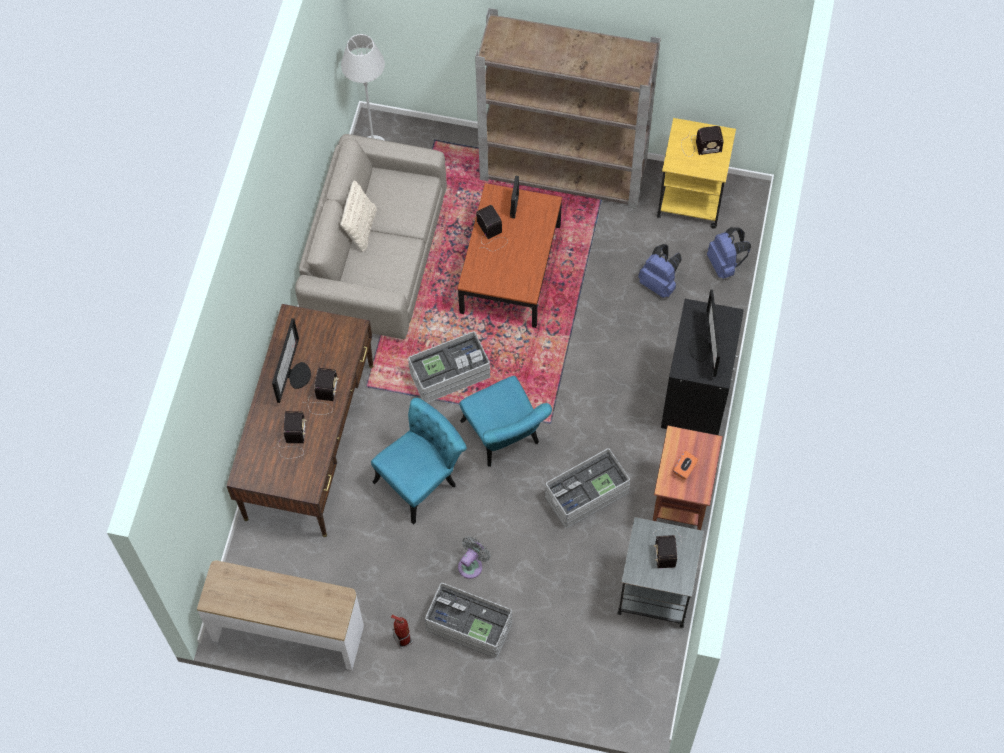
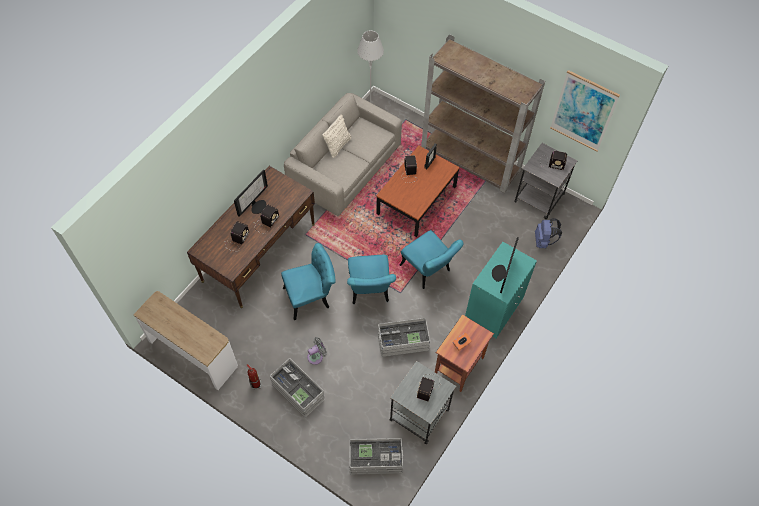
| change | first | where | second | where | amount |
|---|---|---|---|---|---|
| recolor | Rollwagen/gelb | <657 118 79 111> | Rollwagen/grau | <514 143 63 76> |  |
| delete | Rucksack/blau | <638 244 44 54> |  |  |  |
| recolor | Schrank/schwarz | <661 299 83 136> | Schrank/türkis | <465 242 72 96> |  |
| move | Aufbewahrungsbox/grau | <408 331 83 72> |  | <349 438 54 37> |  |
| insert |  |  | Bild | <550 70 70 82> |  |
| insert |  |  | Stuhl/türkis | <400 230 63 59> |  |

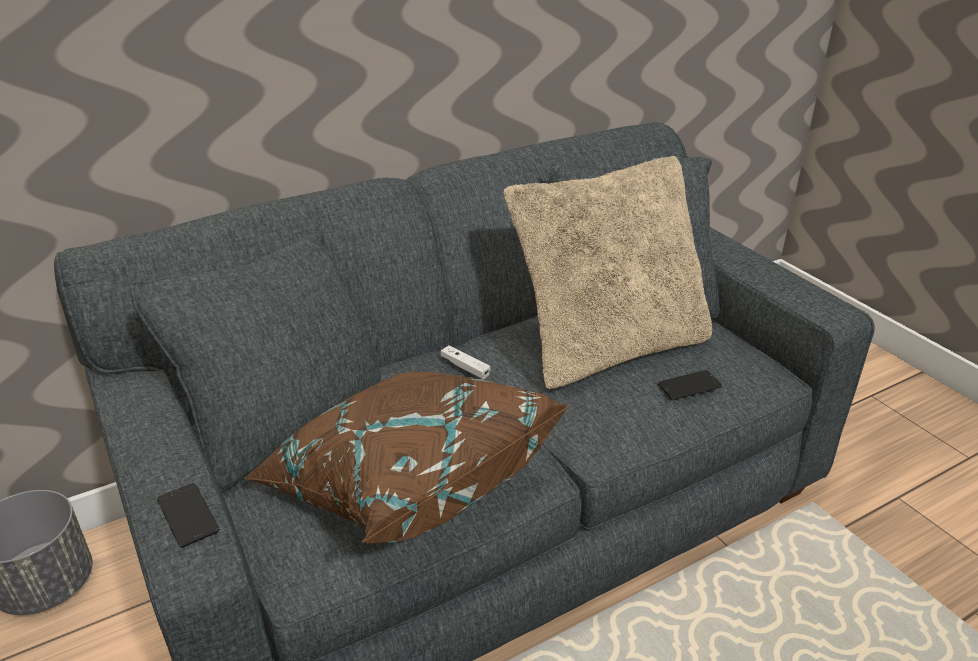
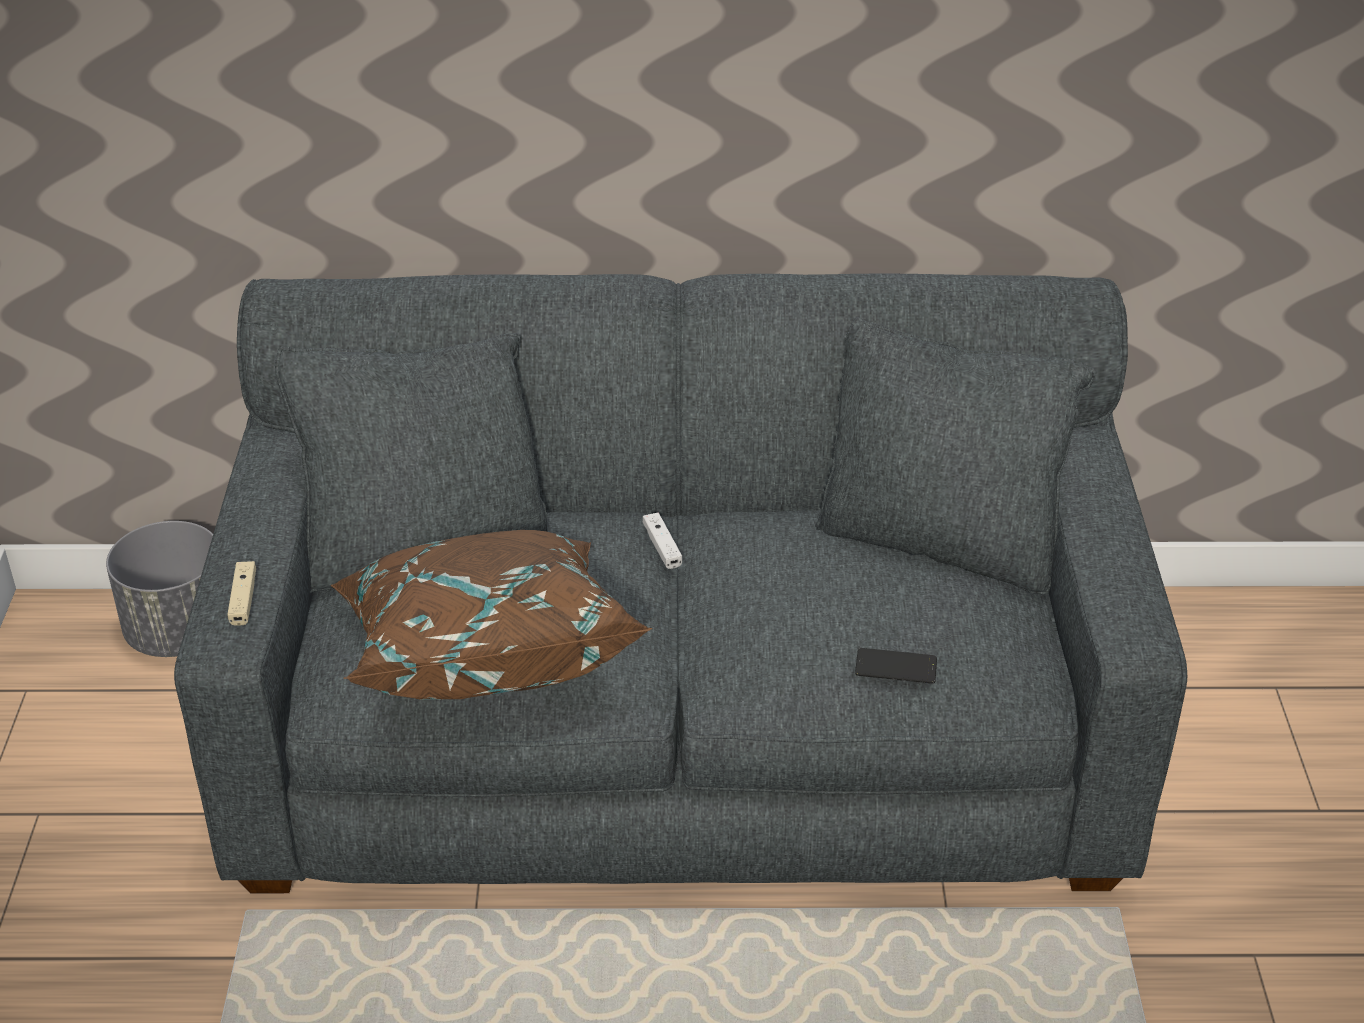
| change | first | where | second | where | amount |
|---|---|---|---|---|---|
| delete | Kissen/beige | <503 156 209 233> |  |  |  |
| replace | Handy | <157 483 62 65> | Gamepad/beige | <227 561 29 65> |  |

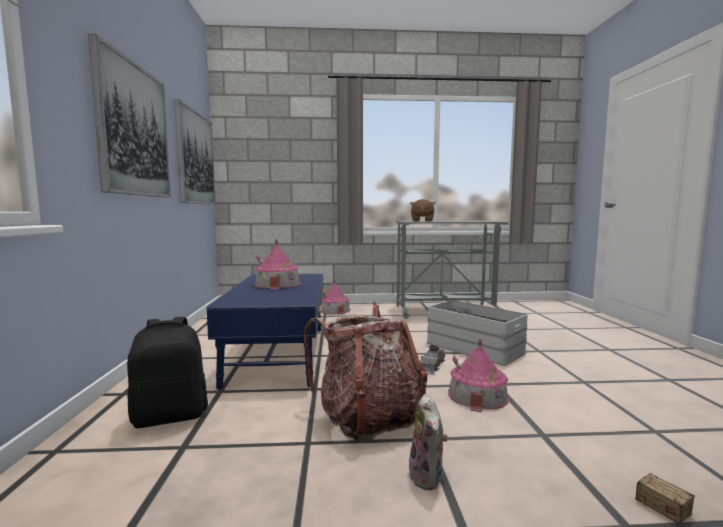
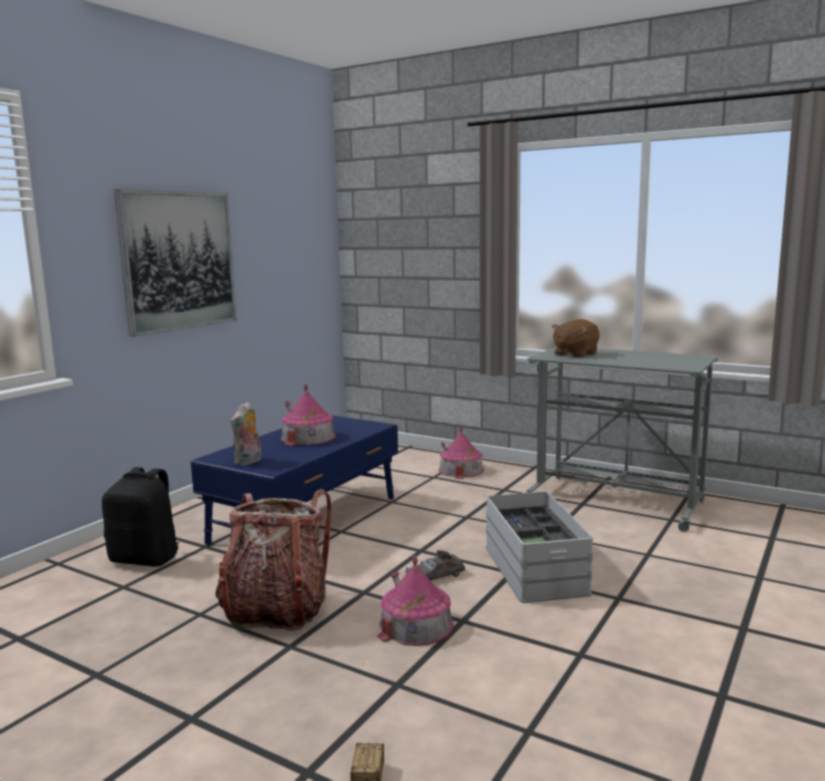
| change | first | where | second | where | amount |
|---|---|---|---|---|---|
| delete | Bild | <174 99 42 106> |  |  |  |
| move | Plüschtier | <409 393 39 97> |  | <231 402 31 64> |  |

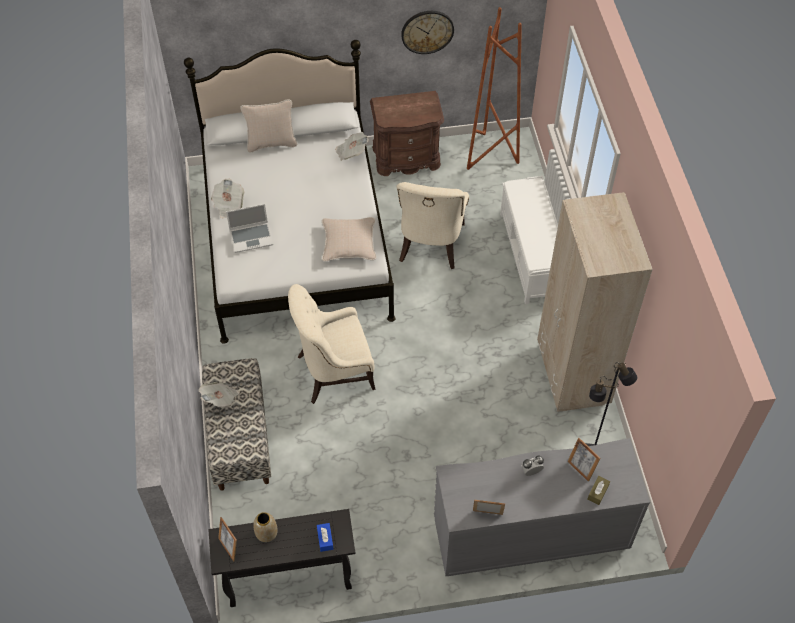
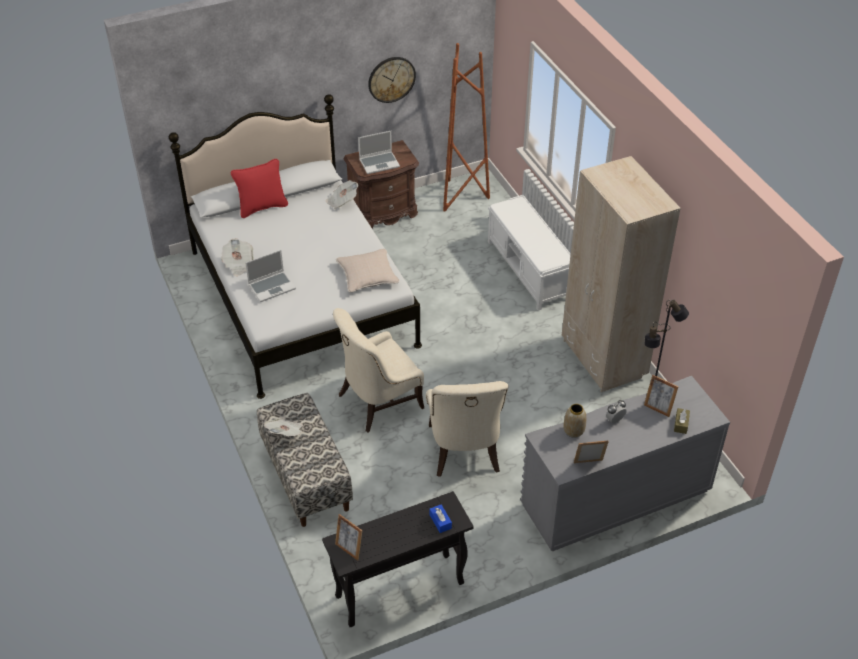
| change | first | where | second | where | amount |
|---|---|---|---|---|---|
| recolor | Kissen/beige | <240 99 57 54> | Kissen/rot | <231 159 57 59> |  |
| move | Sessel/beige | <396 182 73 87> |  | <426 381 83 96> |  |
| move | Vase | <253 512 25 30> |  | <563 404 23 34> |  |
| insert |  |  | Laptop | <358 131 42 43> |  |

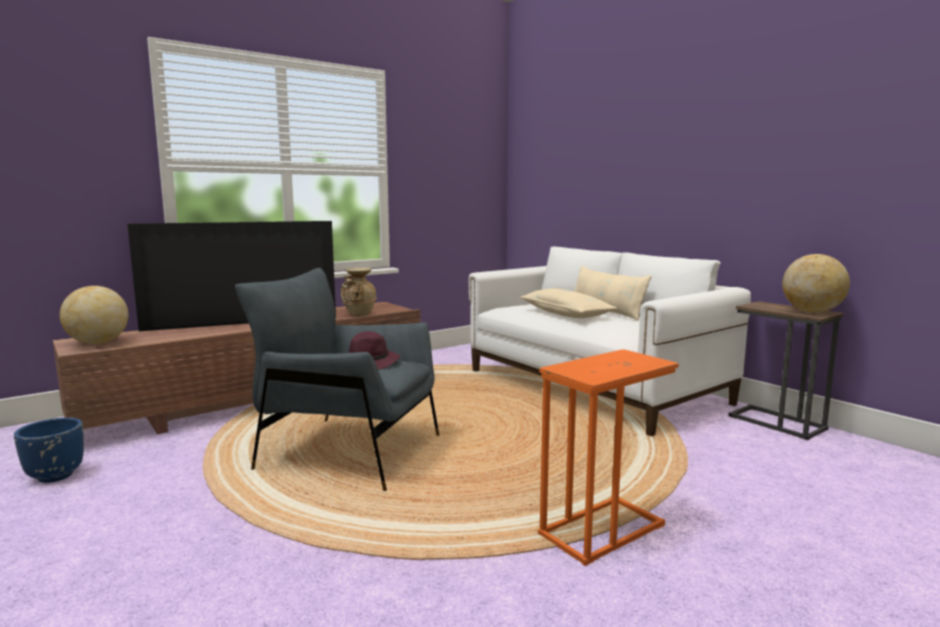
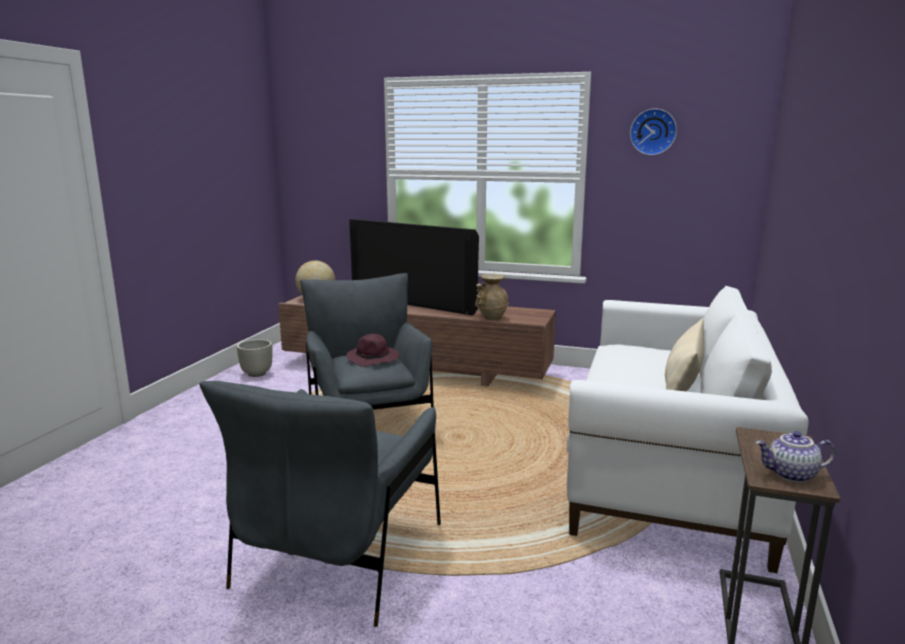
| change | first | where | second | where | amount |
|---|---|---|---|---|---|
| replace | Globus | <782 254 68 59> | Teekanne | <755 431 81 52> |  |
| delete | Kissen/beige | <520 288 97 30> |  |  |  |
| replace | Beistelltisch/orange | <538 349 141 217> | Sessel/grau | <199 381 242 246> |  |
| recolor | Pflanzkübel/blau | <14 418 70 65> | Pflanzkübel/grau | <237 339 35 38> |  |
| insert |  |  | Wanduhr | <630 109 47 46> |  |

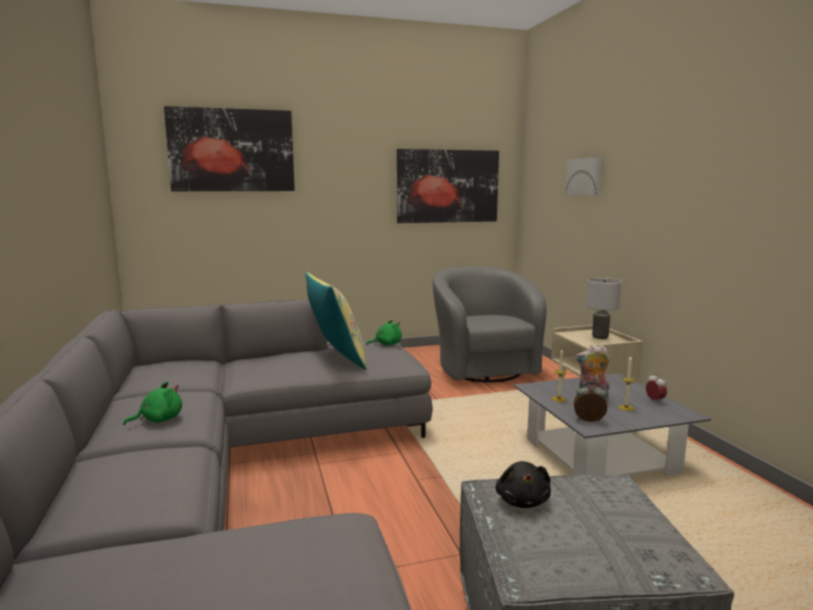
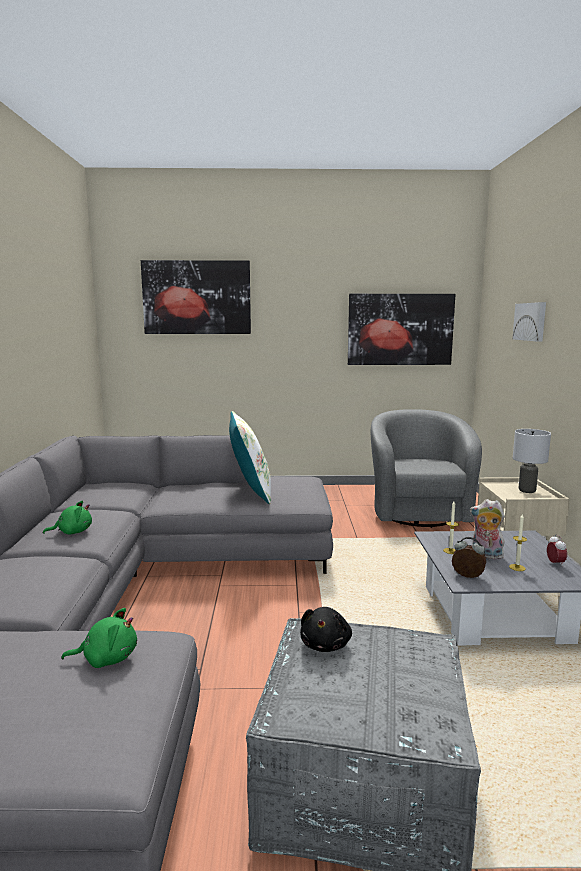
| change | first | where | second | where | amount |
|---|---|---|---|---|---|
| recolor | Kissen/gelb | <306 272 61 98> | Kissen/weiß | <229 411 42 93> |  |
| move | Plüschtier/grün | <366 320 36 26> |  | <61 608 76 60> |  |

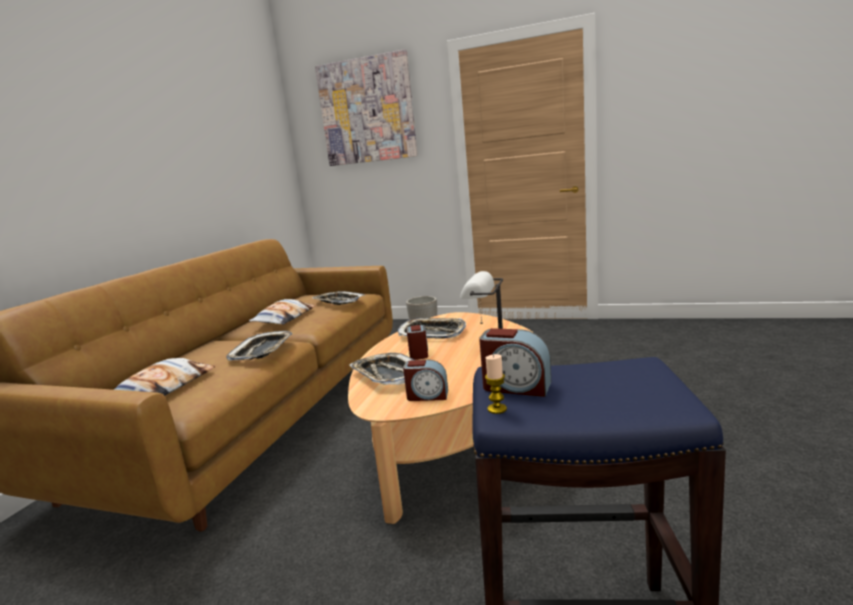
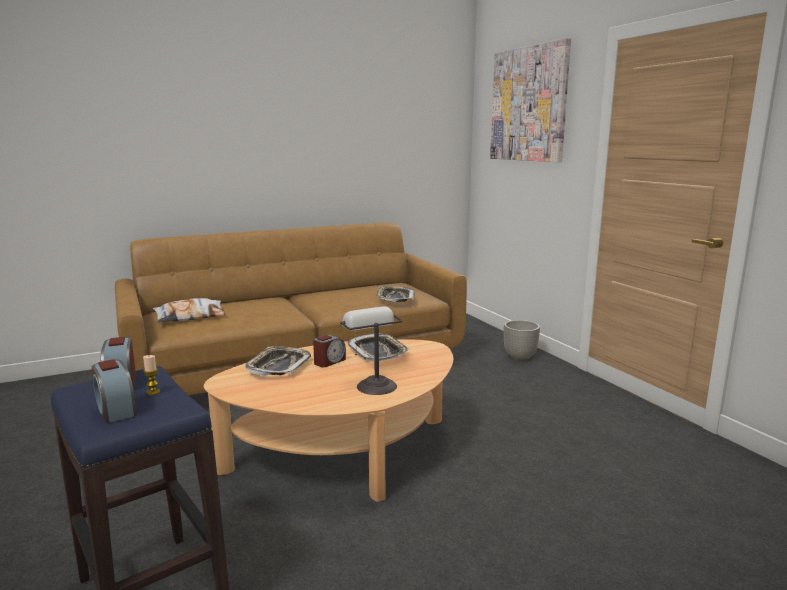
| change | first | where | second | where | amount |
|---|---|---|---|---|---|
| delete | Kissen | <249 299 67 26> |  |  |  |
| delete | Tablett | <227 331 65 30> |  |  |  |
| move | Kerze | <485 354 22 60> |  | <143 355 17 40> |  |
| move | Wecker | <403 360 45 41> |  | <92 359 45 64> |  |

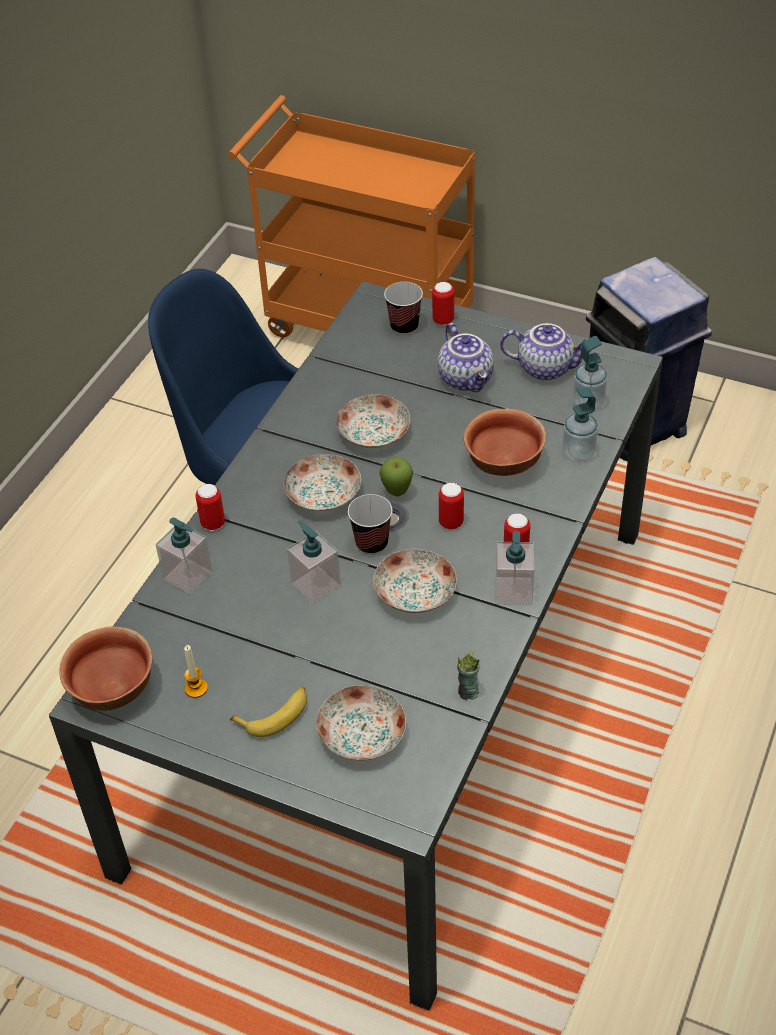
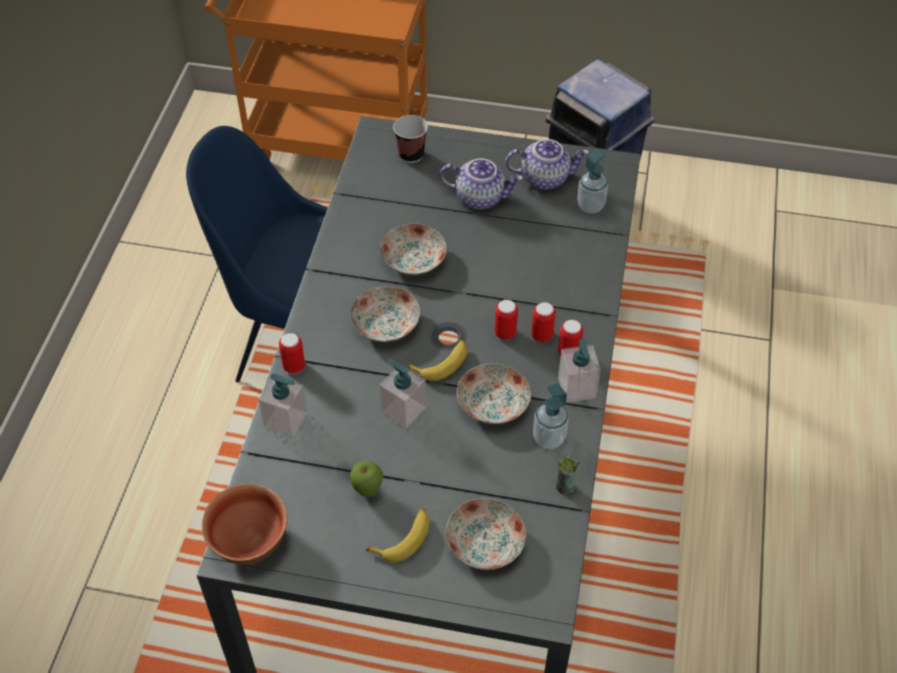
| change | first | where | second | where | amount |
|---|---|---|---|---|---|
| move | Dose | <432 282 22 43> |  | <531 302 25 40> |  |
| rotate | Teekanne | <438 323 56 69> |  | <440 158 83 51> | 45 degrees counterclockwise |
| move | Seifenspender | <562 388 36 75> |  | <533 384 35 65> |  |
| delete | Schüssel | <464 409 82 67> |  |  |  |
| move | Apfel | <379 458 34 39> |  | <349 461 34 36> |  |
| replace | Tasse | <348 494 44 61> | Banane | <407 340 60 41> |  |
| delete | Kerze | <184 645 24 53> |  |  |  |

